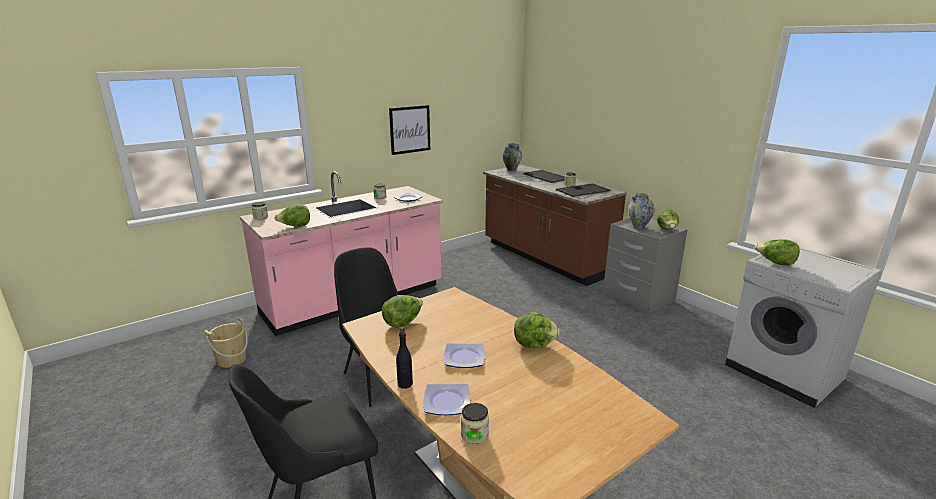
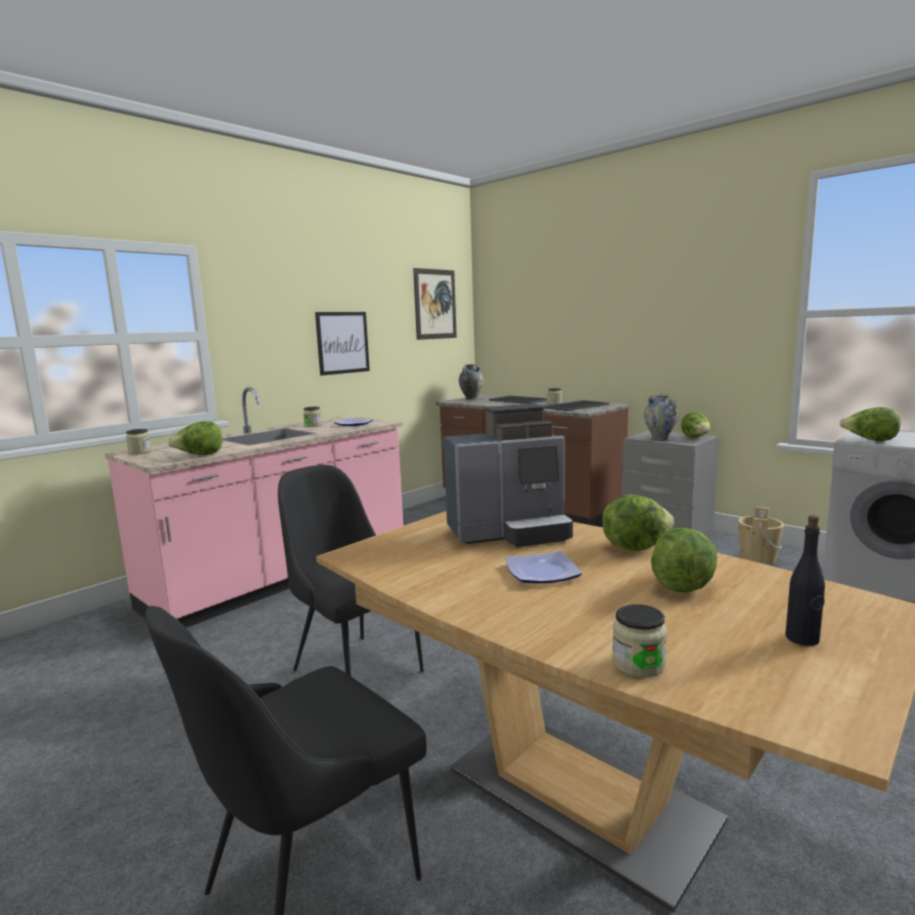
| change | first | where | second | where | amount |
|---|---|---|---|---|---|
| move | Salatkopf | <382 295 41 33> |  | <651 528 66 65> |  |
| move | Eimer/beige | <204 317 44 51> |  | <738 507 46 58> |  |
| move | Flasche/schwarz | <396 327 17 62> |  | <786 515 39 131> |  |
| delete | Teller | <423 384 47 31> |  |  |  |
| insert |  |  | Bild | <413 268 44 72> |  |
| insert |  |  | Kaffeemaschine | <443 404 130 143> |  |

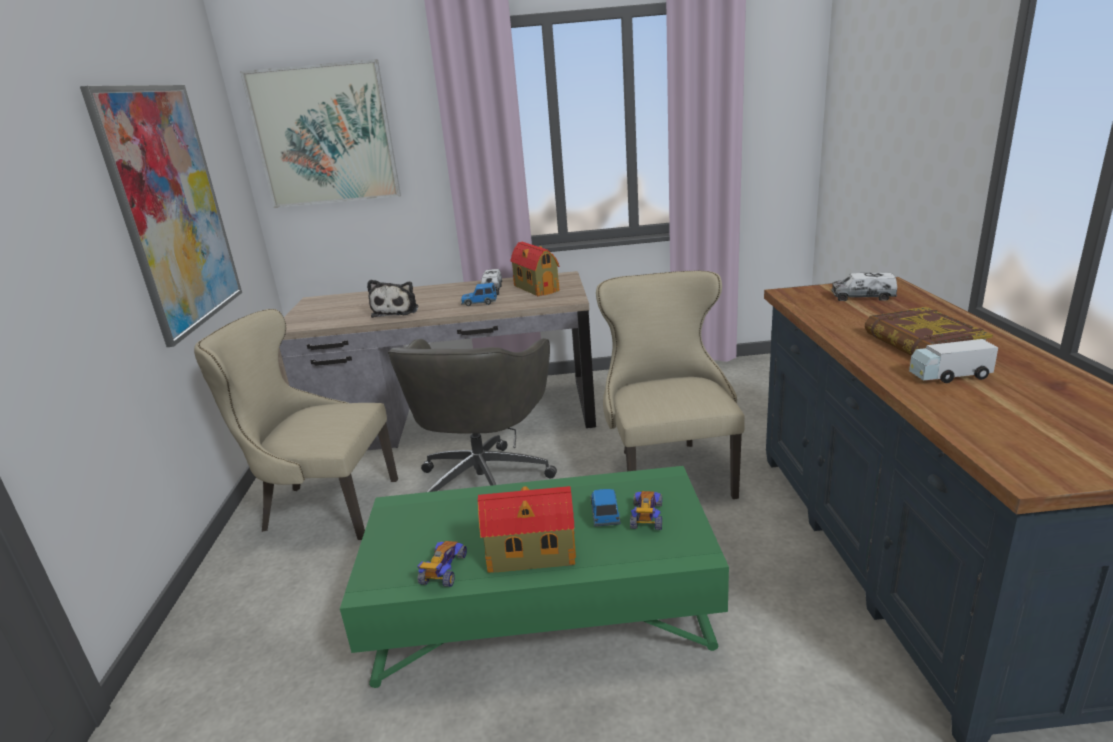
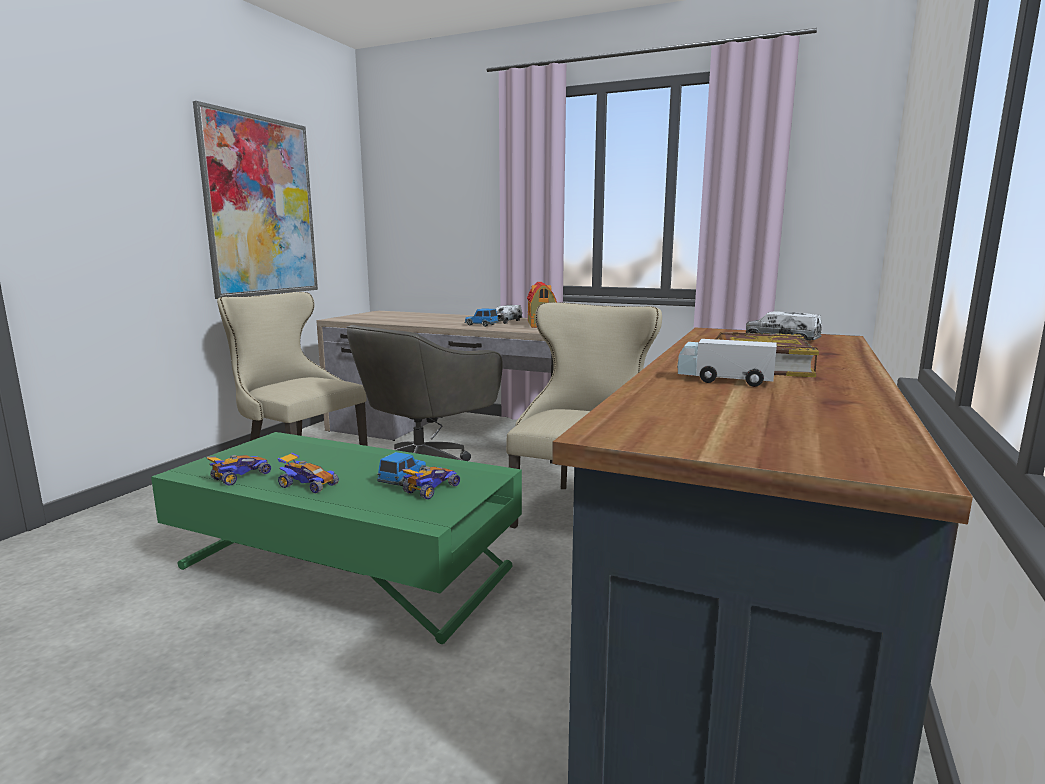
| change | first | where | second | where | amount |
|---|---|---|---|---|---|
| delete | Bild | <240 59 161 149> |  |  |  |
| delete | Plüschtier | <367 280 51 38> |  |  |  |
| replace | Spielzeughaus | <478 486 98 87> | Spielzeugauto | <277 453 62 40> |  |

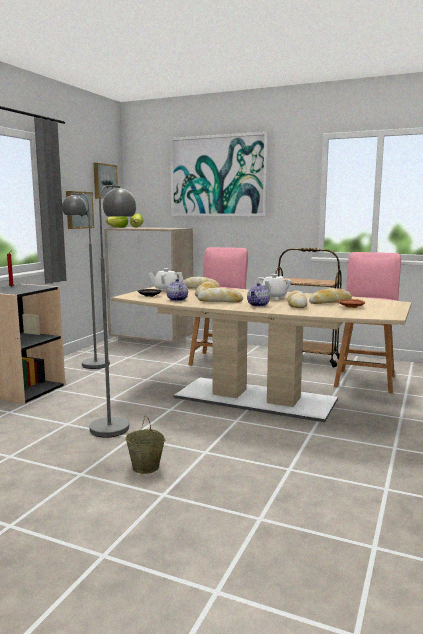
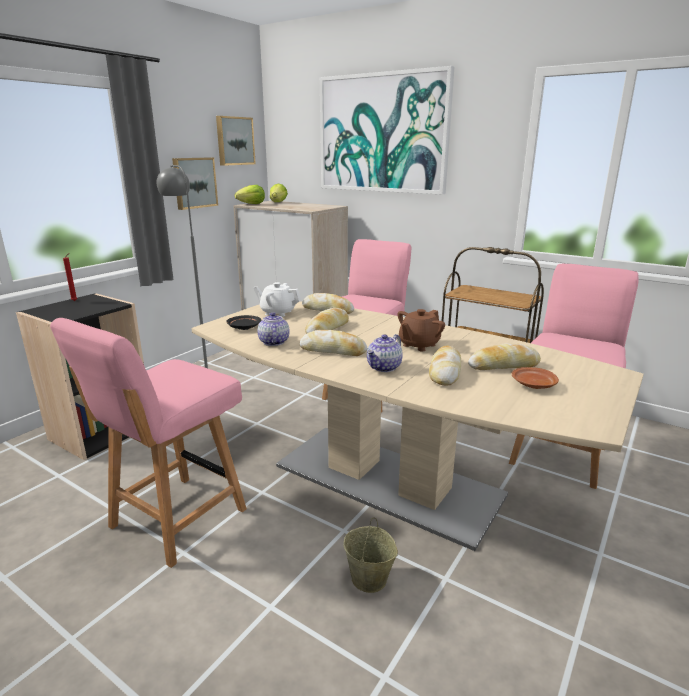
| change | first | where | second | where | amount |
|---|---|---|---|---|---|
| replace | Stehlampe/grau | <89 185 47 253> | Stuhl/rosa | <50 318 197 250> |  |
| recolor | Teekanne/weiß | <258 274 33 26> | Teekanne/braun | <398 309 47 42> |  |
| move | Eimer/beige | <125 416 40 58> |  | <344 517 54 76> |  |

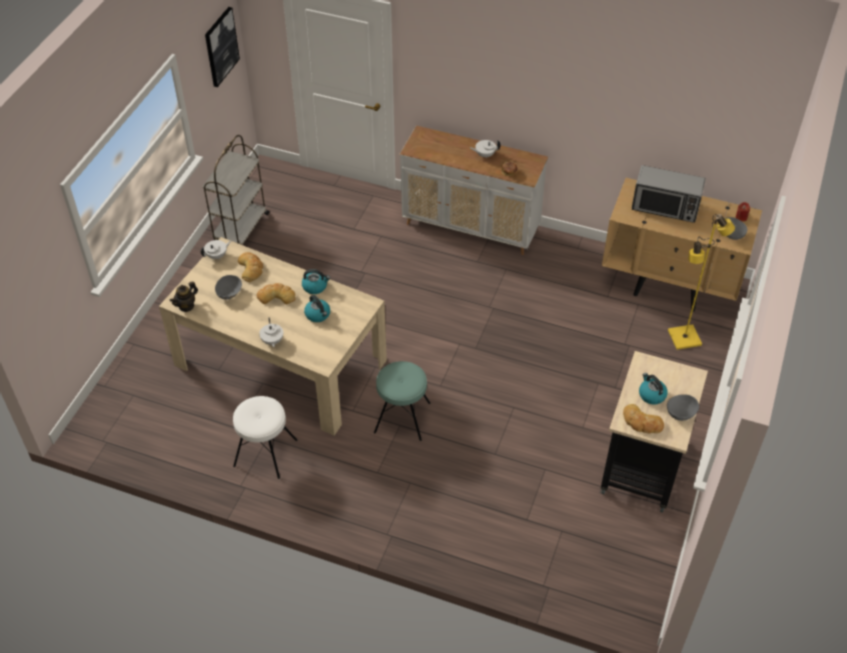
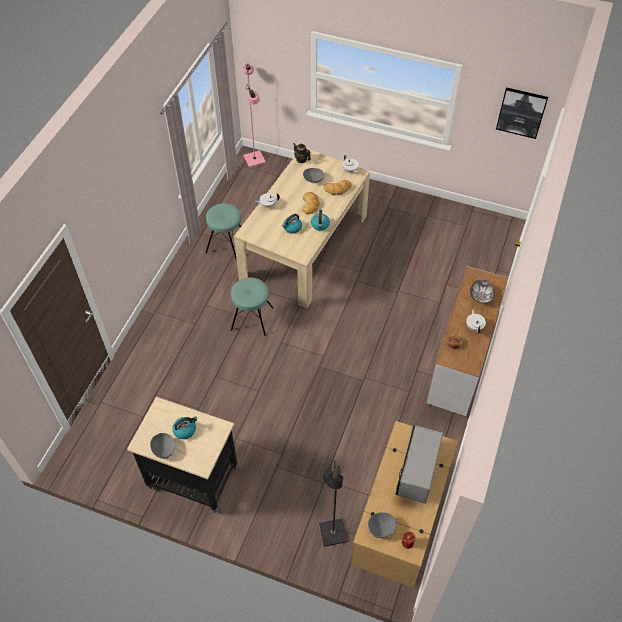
| change | first | where | second | where | amount |
|---|---|---|---|---|---|
| delete | Rollwagen/grau | <203 135 66 110> |  |  |  |
| recolor | Stehlampe/gelb | <668 214 67 136> | Stehlampe/schwarz | <319 461 29 86> |  |
| recolor | Hocker/weiß | <233 396 64 83> | Hocker/türkis | <206 203 35 57> |  |
| delete | Brot | <623 404 41 29> |  |  |  |
| insert |  |  | Stehlampe/rosa | <243 63 23 105> |  |
| insert |  |  | Schüssel | <470 280 25 24> |  |

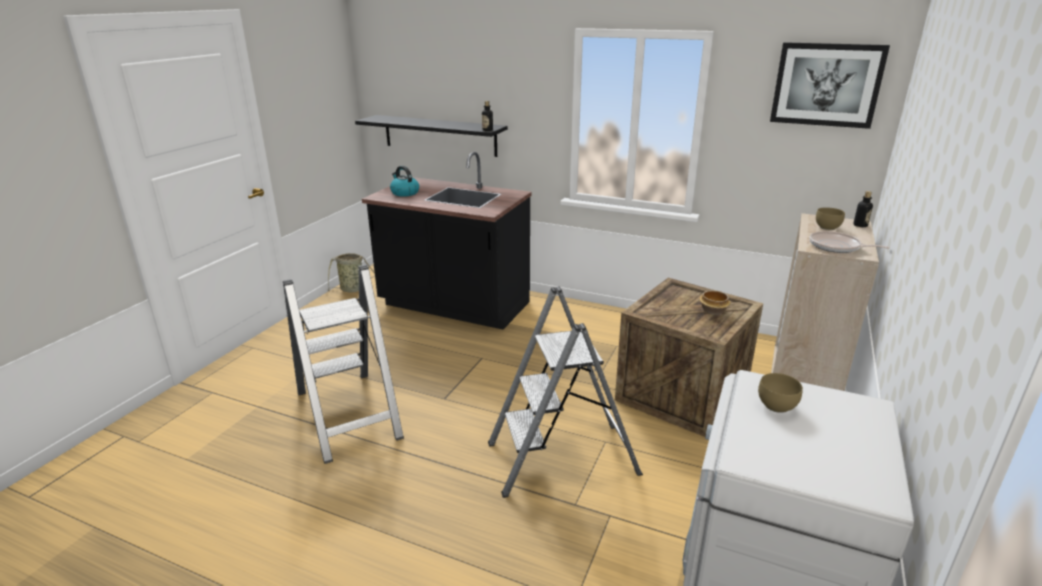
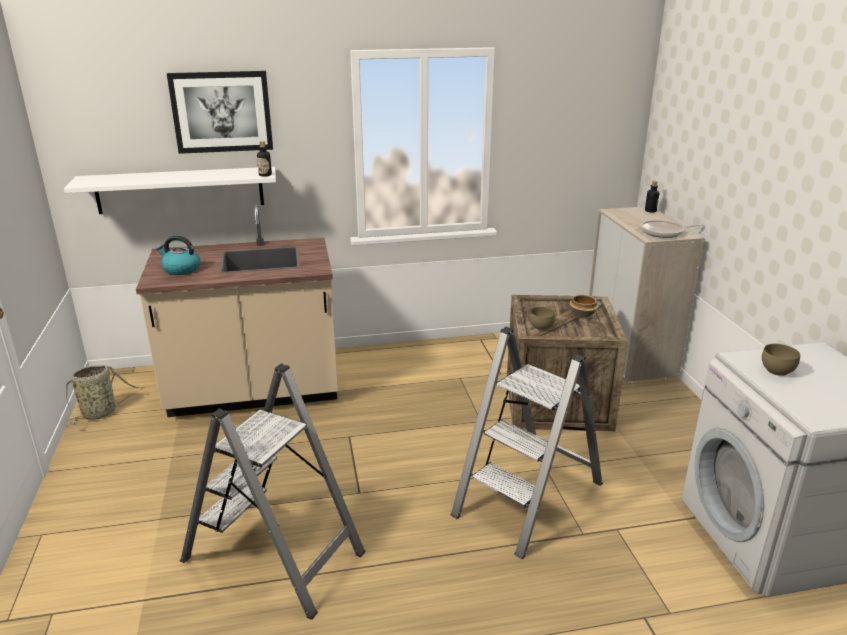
| change | first | where | second | where | amount |
|---|---|---|---|---|---|
| move | Bild | <770 42 120 87> |  | <167 71 106 83> |  |
| recolor | Wandregal/schwarz | <355 115 153 42> | Wandregal/weiß | <64 167 212 47> |  |
| recolor | Küchenzeile/schwarz | <362 152 170 178> | Küchenzeile/beige | <136 203 202 214> |  |
| move | Schüssel/braun | <816 207 29 23> |  | <529 306 27 24> |  |

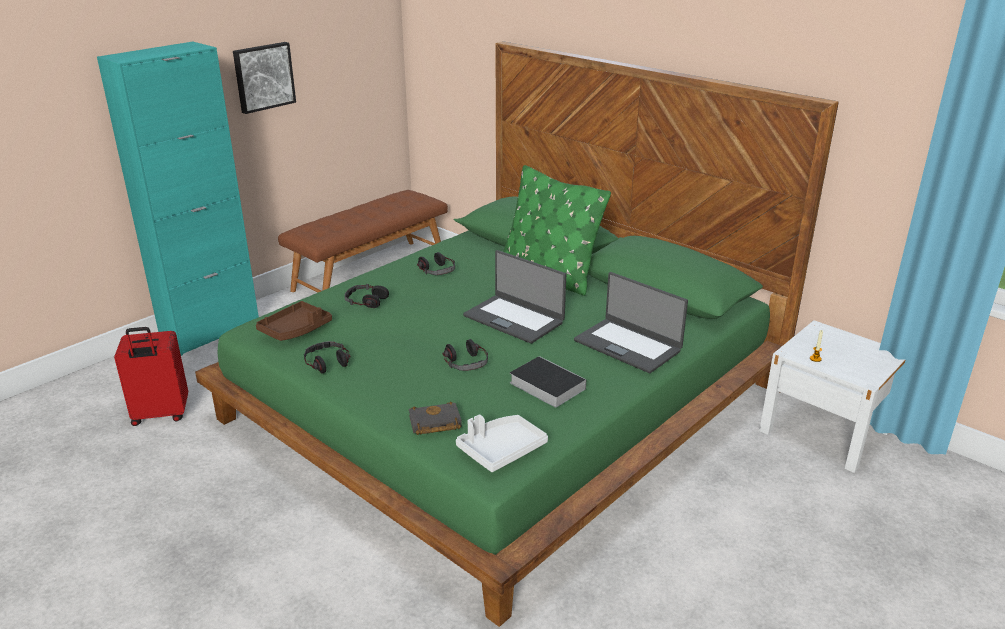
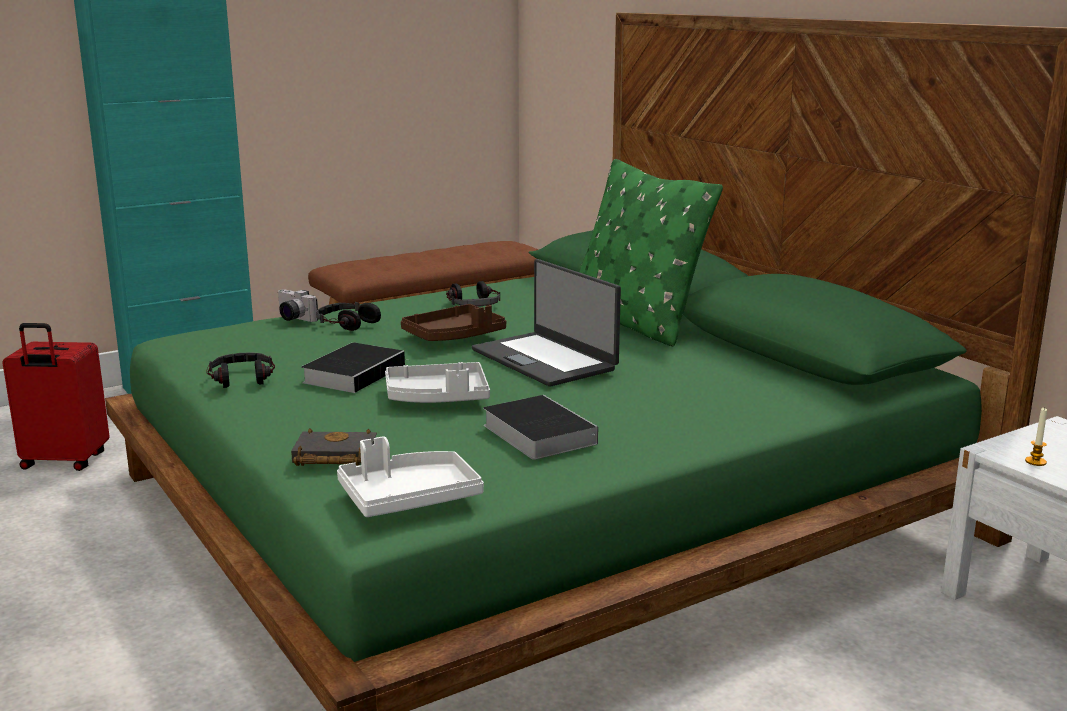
| change | first | where | second | where | amount |
|---|---|---|---|---|---|
| delete | Bild | <233 42 63 72> |  |  |  |
| delete | Laptop | <574 272 114 101> |  |  |  |
| move | Tablett/braun | <256 301 76 40> |  | <401 304 105 37> |  |
| replace | Kopfhörer | <443 339 45 32> | Tablett/grau | <385 362 105 41> |  |
| insert |  |  | Kamera | <277 289 42 33> |  |
| insert |  |  | Buch | <301 342 104 51> |  |

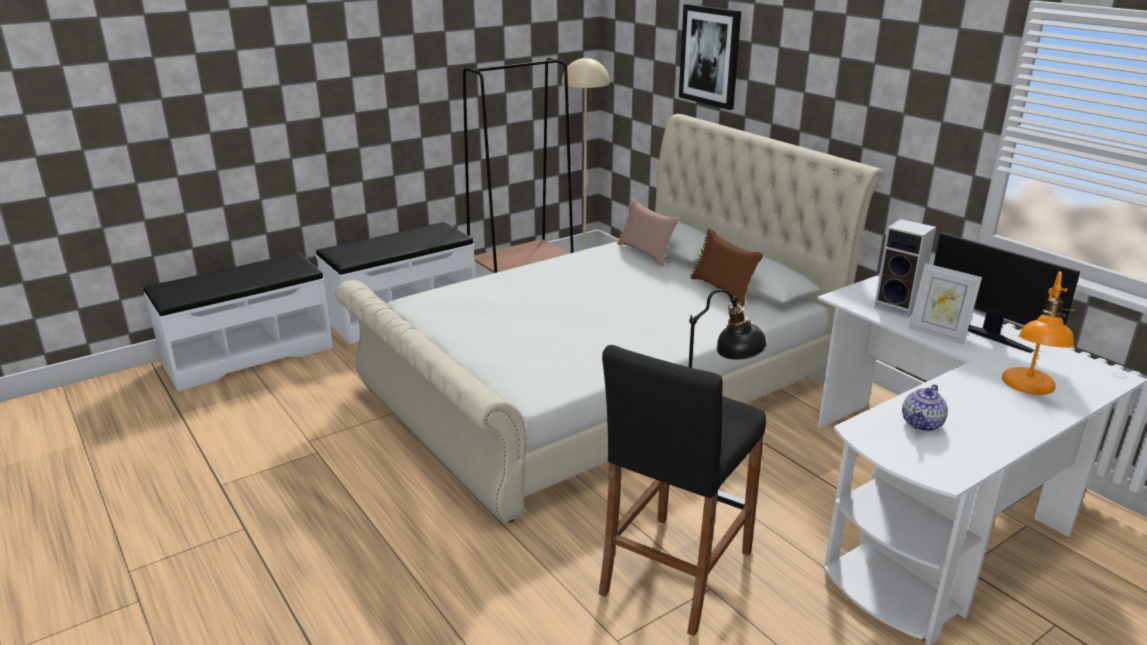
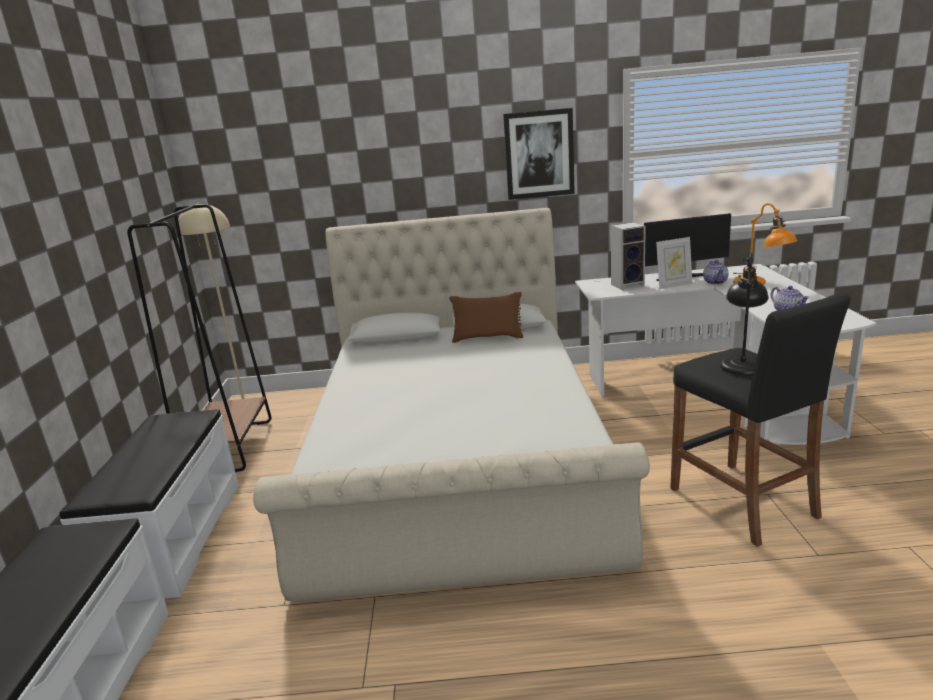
| change | first | where | second | where | amount |
|---|---|---|---|---|---|
| move | Bild | <679 4 62 106> |  | <503 108 72 92> |  |
| delete | Kissen/beige | <616 198 63 68> |  |  |  |
| insert |  |  | Teekanne | <703 260 26 25> |  |

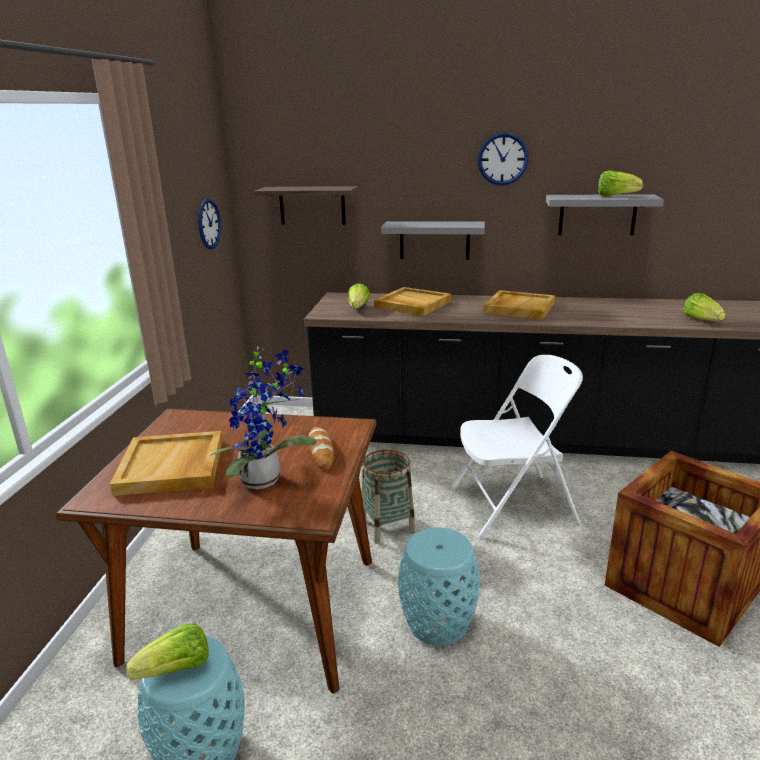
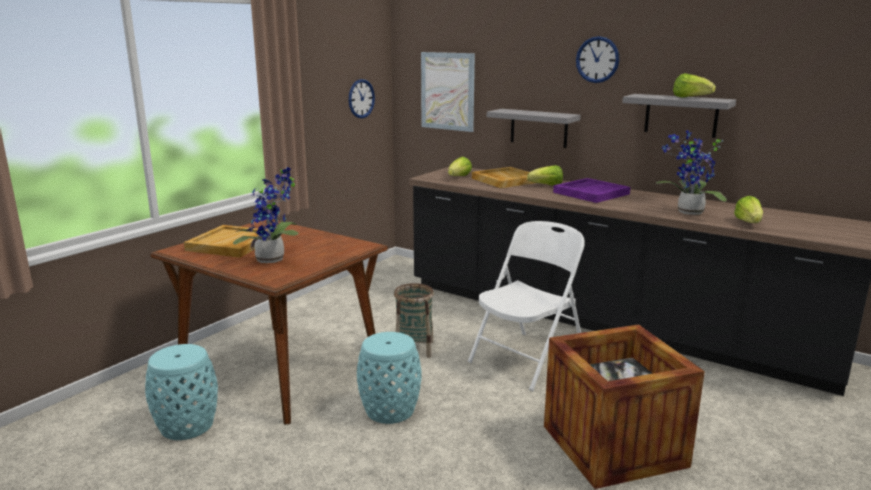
| change | first | where | second | where | amount |
|---|---|---|---|---|---|
| replace | Wandregal | <254 186 104 39> | Bild | <421 52 54 80> |  |
| recolor | Tablett/beige | <483 290 72 30> | Tablett/lila | <553 178 78 25> |  |
| rotate | Stuhl/weiß | <452 355 131 184> |  | <468 221 117 170> | 60 degrees counterclockwise |
| delete | Brot | <308 427 26 43> |  |  |  |
| move | Salatkopf | <126 623 83 57> |  | <527 165 36 21> |  |
| insert |  |  | Topfpflanze | <656 130 71 85> |  |

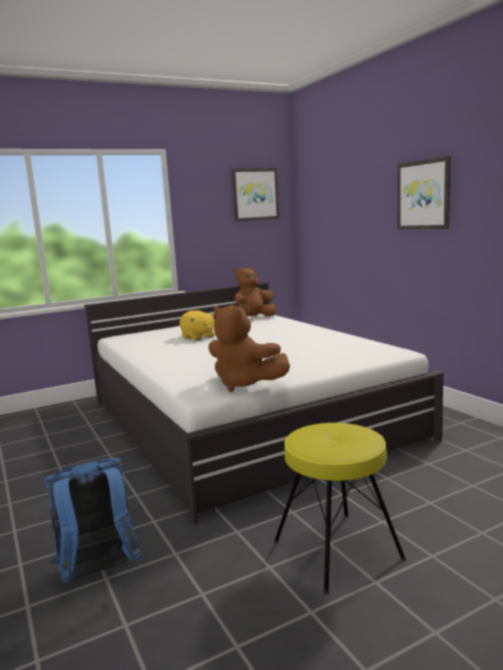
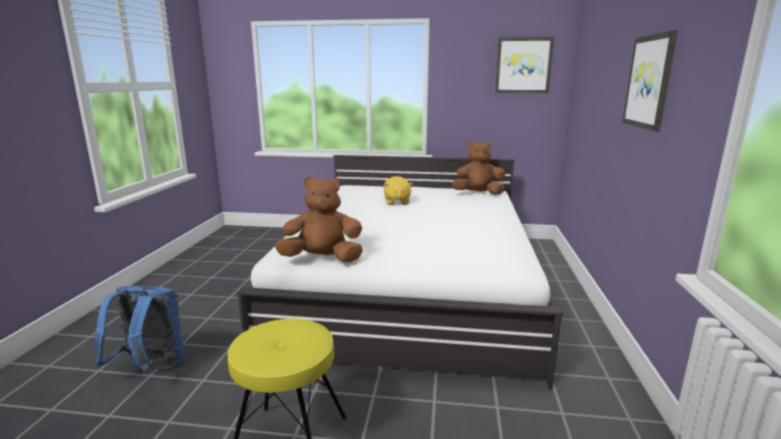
| change | first | where | second | where | amount |
|---|---|---|---|---|---|
| rotate | Plüschtier/braun | <208 305 82 87> |  | <275 177 88 85> | 105 degrees clockwise |

